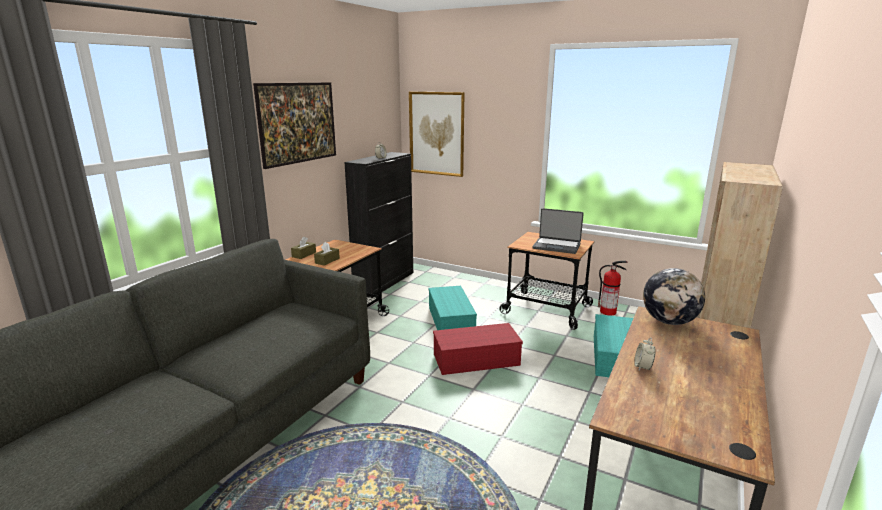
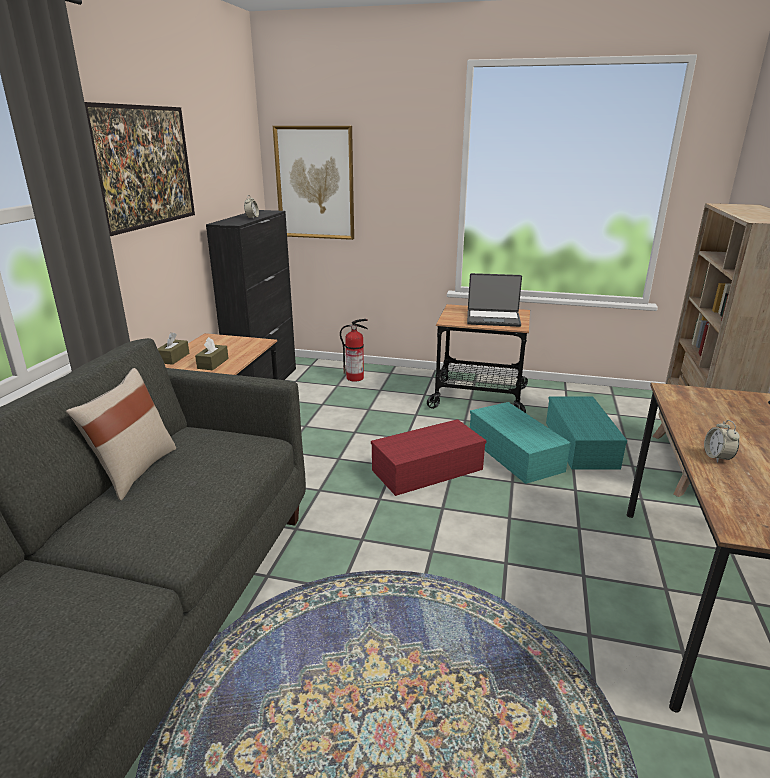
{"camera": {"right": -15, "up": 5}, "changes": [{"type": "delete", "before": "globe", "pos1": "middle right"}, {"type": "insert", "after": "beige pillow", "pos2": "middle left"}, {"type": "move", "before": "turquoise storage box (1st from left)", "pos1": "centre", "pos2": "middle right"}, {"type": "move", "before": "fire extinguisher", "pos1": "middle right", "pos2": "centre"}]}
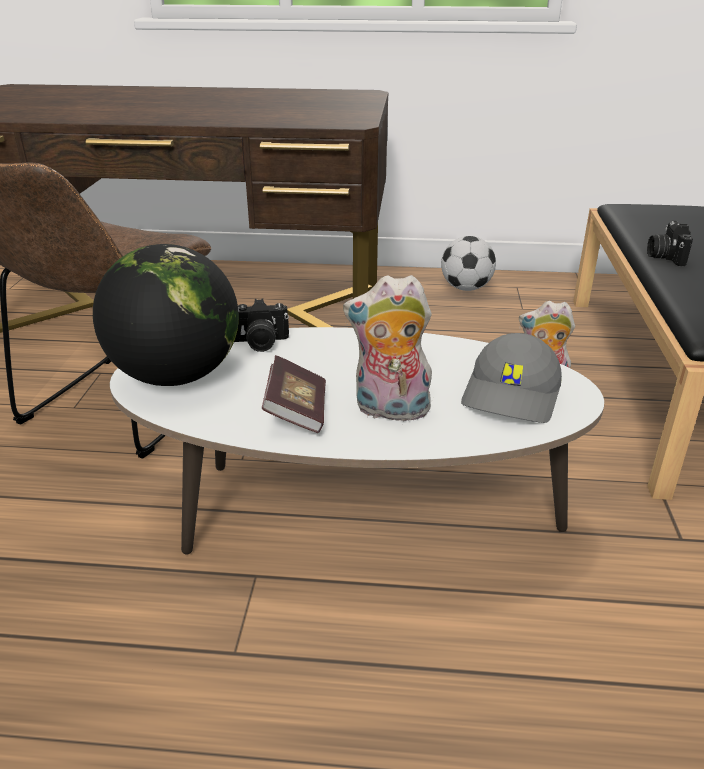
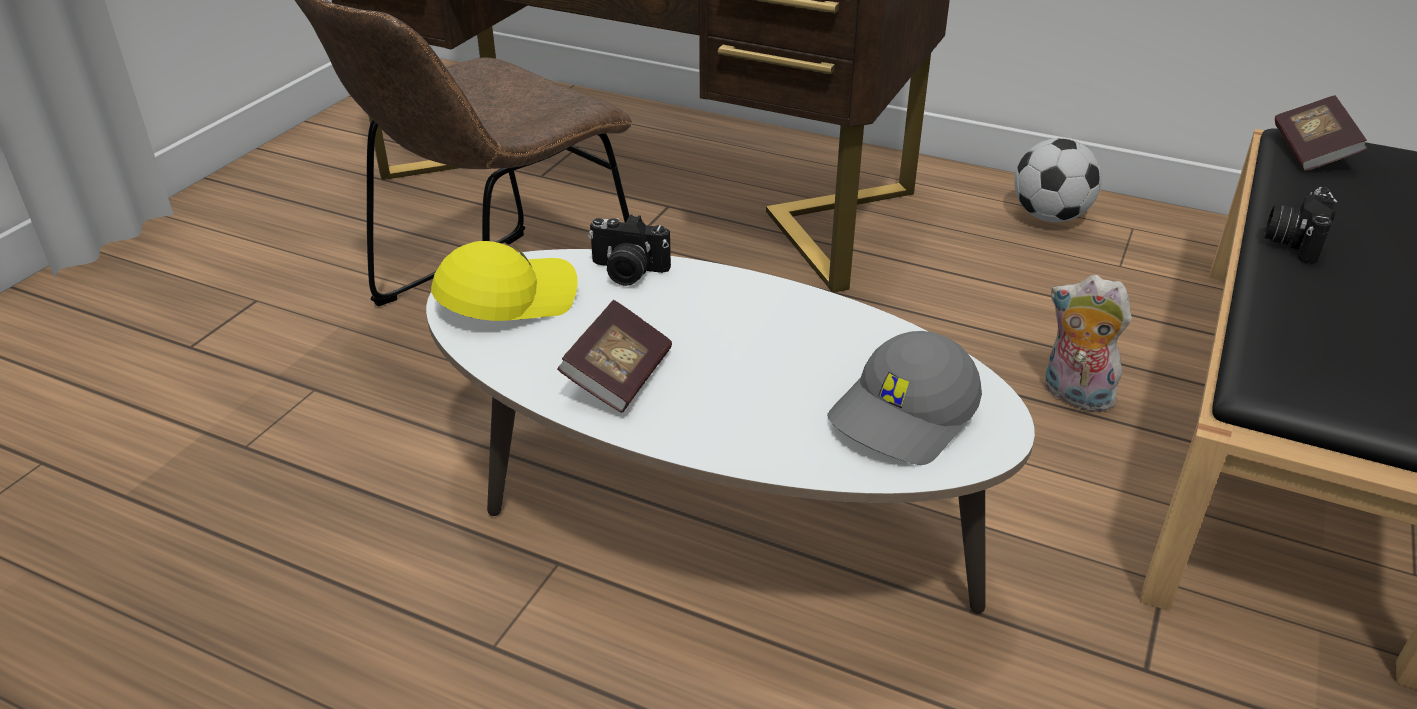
{"camera": {"right": 20, "up": 5}, "changes": [{"type": "delete", "before": "plush toy (1st from left)", "pos1": "centre"}, {"type": "insert", "after": "book (2nd from left)", "pos2": "top right"}, {"type": "replace", "before": "globe", "after": "yellow cap", "pos1": "middle left", "pos2": "centre"}]}
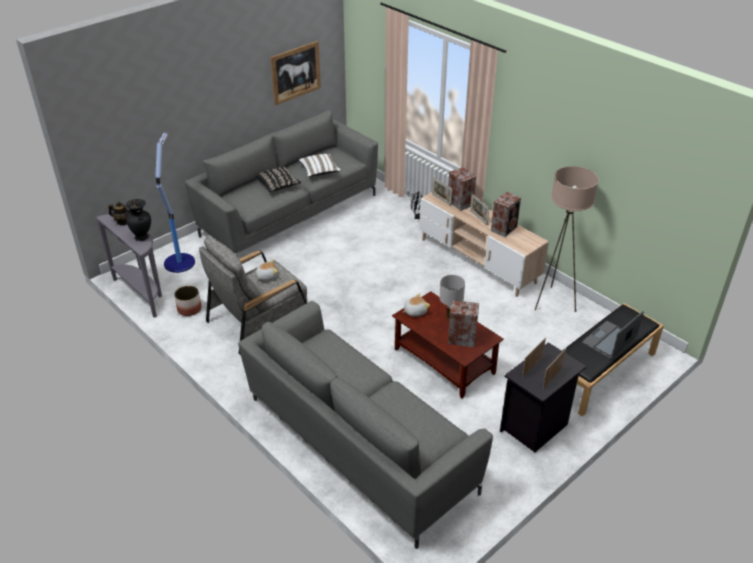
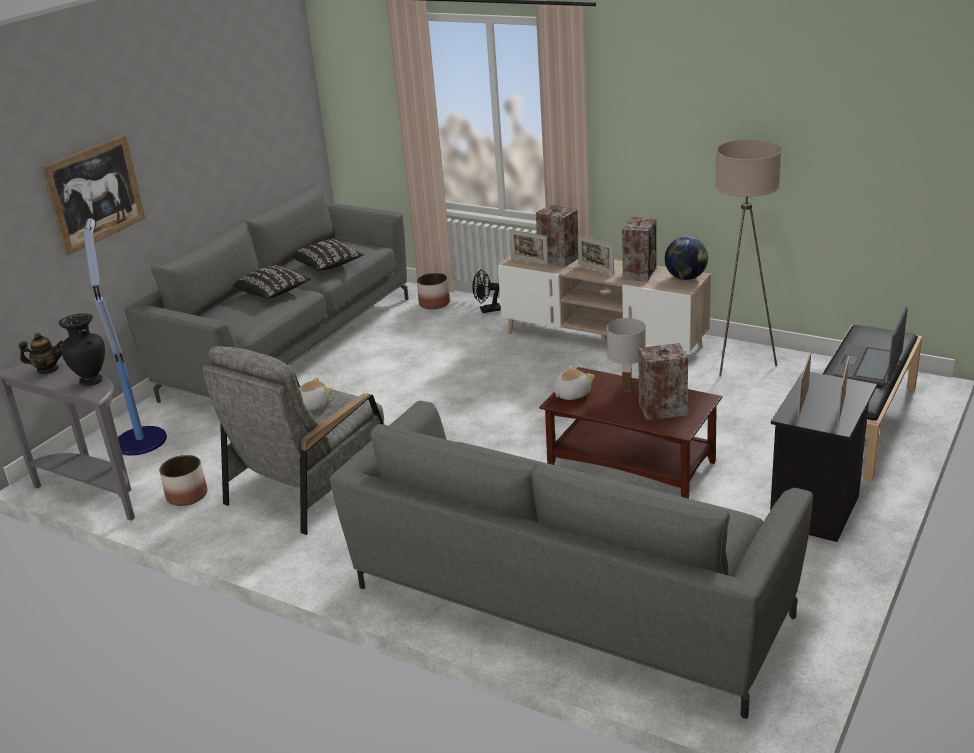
{"camera": {"right": -15, "up": -10}, "changes": [{"type": "insert", "after": "planter (2nd from left)", "pos2": "centre"}, {"type": "insert", "after": "globe", "pos2": "middle right"}, {"type": "move", "before": "picture", "pos1": "top centre", "pos2": "top left"}, {"type": "recolor", "before": "white pillow", "after": "black pillow (2nd from left)", "pos1": "top centre", "pos2": "centre"}]}
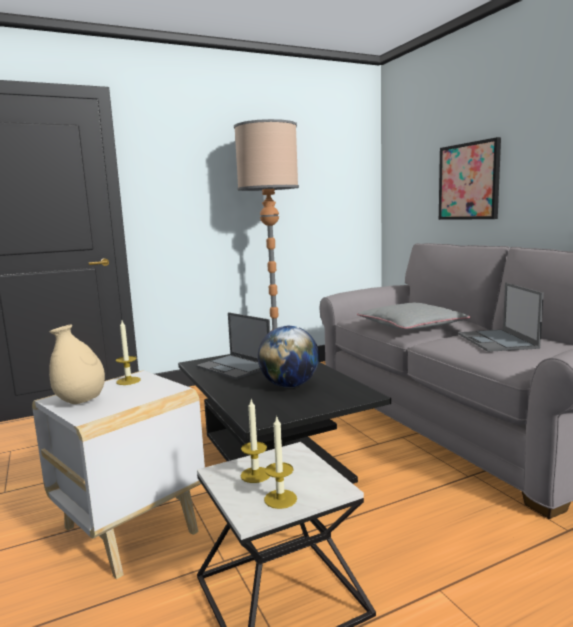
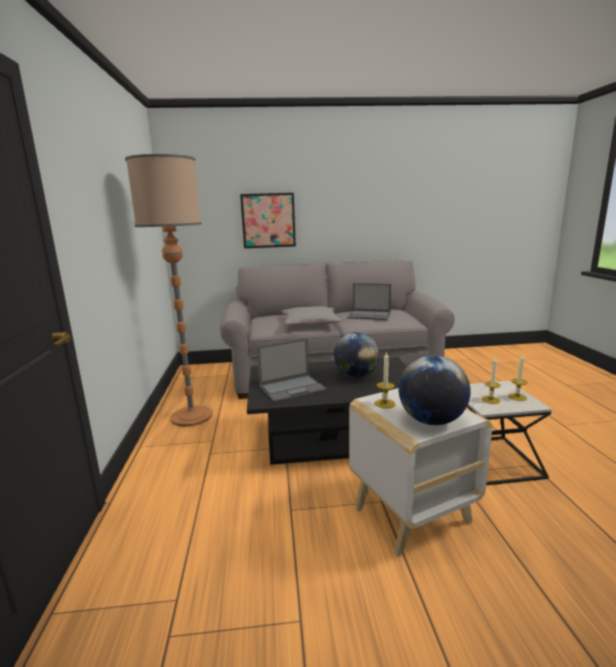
{"camera": {"right": -70, "up": 5}, "changes": [{"type": "replace", "before": "beige vase", "after": "globe (2nd from left)", "pos1": "middle left", "pos2": "middle right"}]}
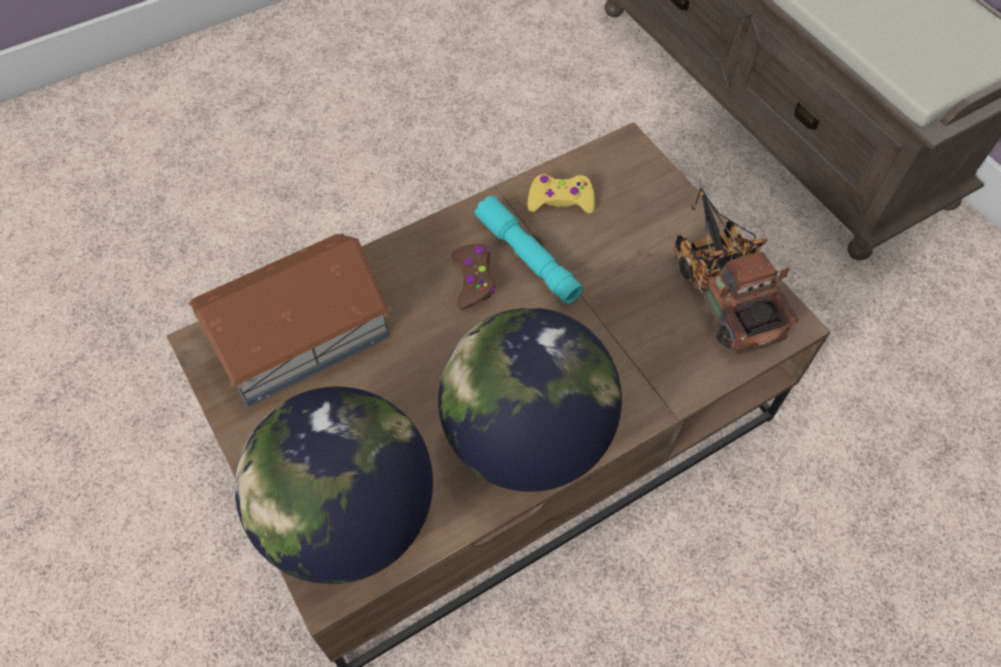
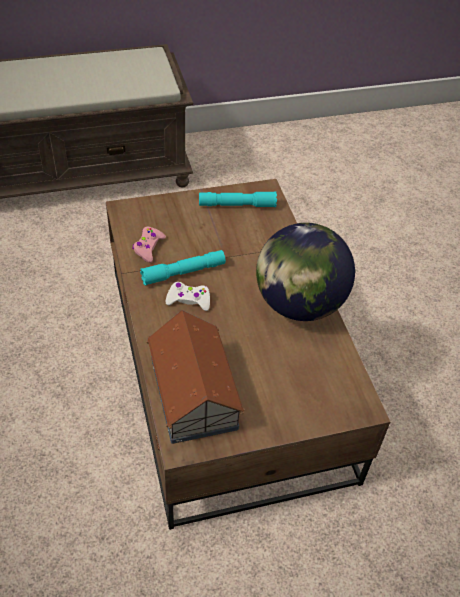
{"camera": {"right": -75, "up": -10}, "changes": [{"type": "delete", "before": "globe (1st from left)", "pos1": "bottom centre"}, {"type": "replace", "before": "toy truck", "after": "turquoise flashlight (2nd from left)", "pos1": "middle right", "pos2": "centre"}, {"type": "recolor", "before": "brown game controller", "after": "white game controller", "pos1": "centre", "pos2": "centre"}, {"type": "recolor", "before": "yellow game controller", "after": "pink game controller", "pos1": "top centre", "pos2": "middle left"}]}
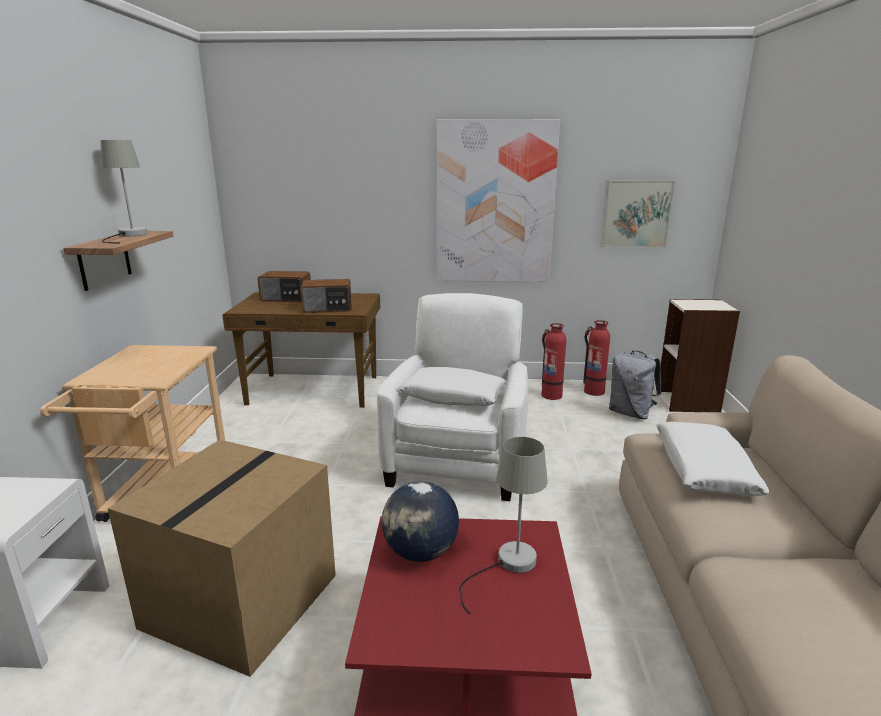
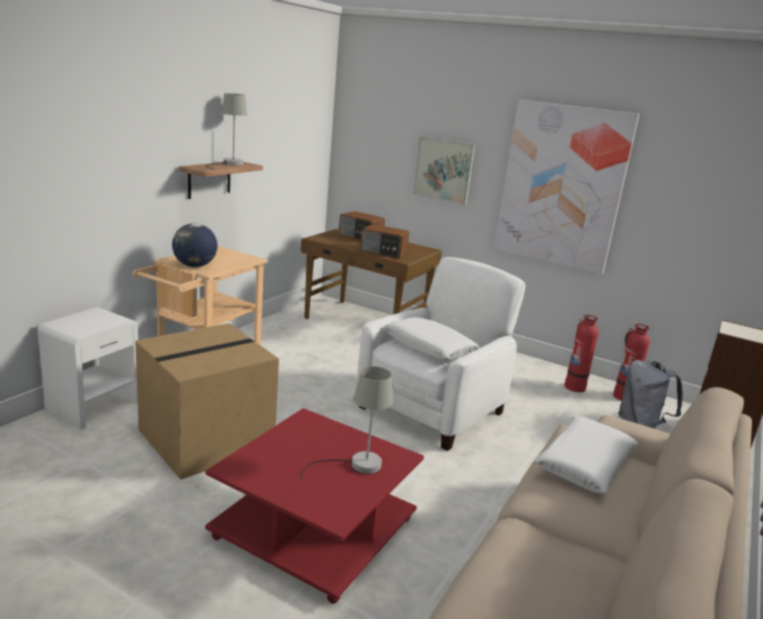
{"camera": {"right": 25, "up": 0}, "changes": [{"type": "move", "before": "globe", "pos1": "bottom centre", "pos2": "middle left"}, {"type": "move", "before": "picture (2nd from left in the first image)", "after": "picture (1st from left)", "pos1": "top right", "pos2": "top centre"}]}
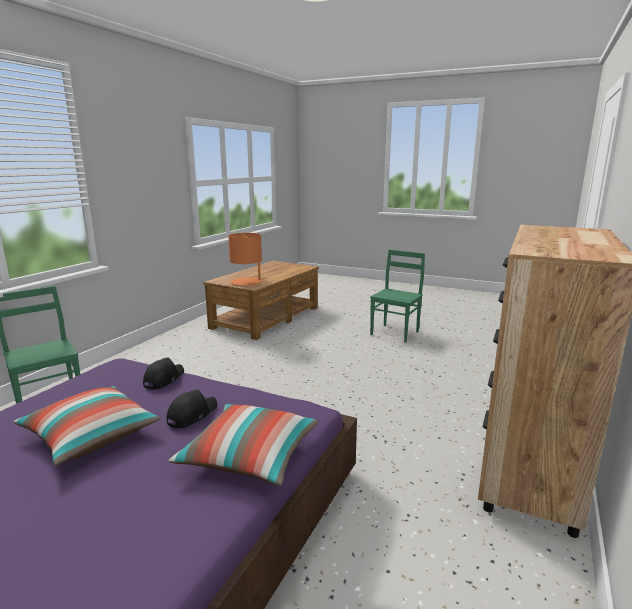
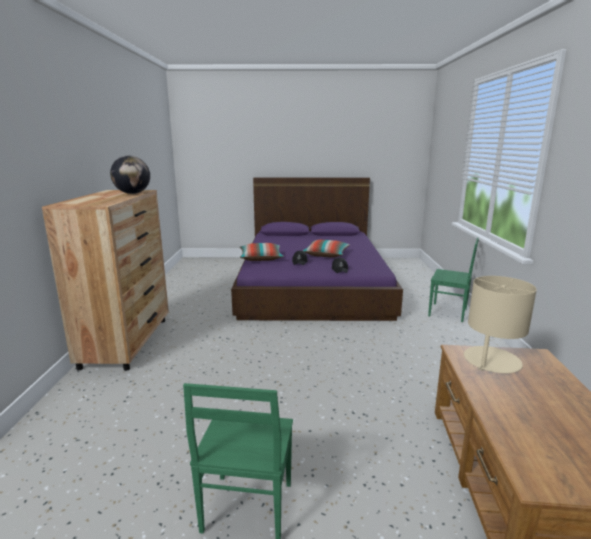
{"camera": {"right": 155, "up": 0}, "changes": [{"type": "insert", "after": "globe", "pos2": "top left"}, {"type": "recolor", "before": "orange table lamp", "after": "beige table lamp", "pos1": "centre", "pos2": "middle right"}]}
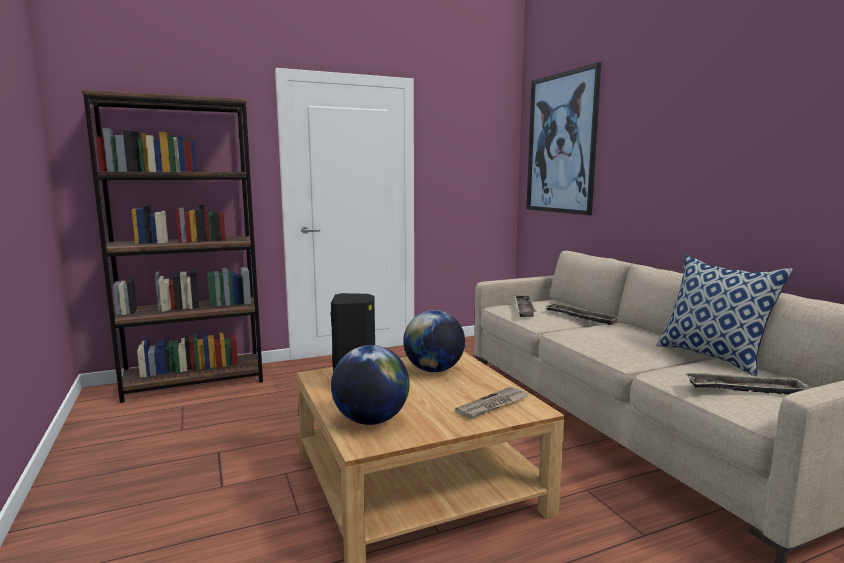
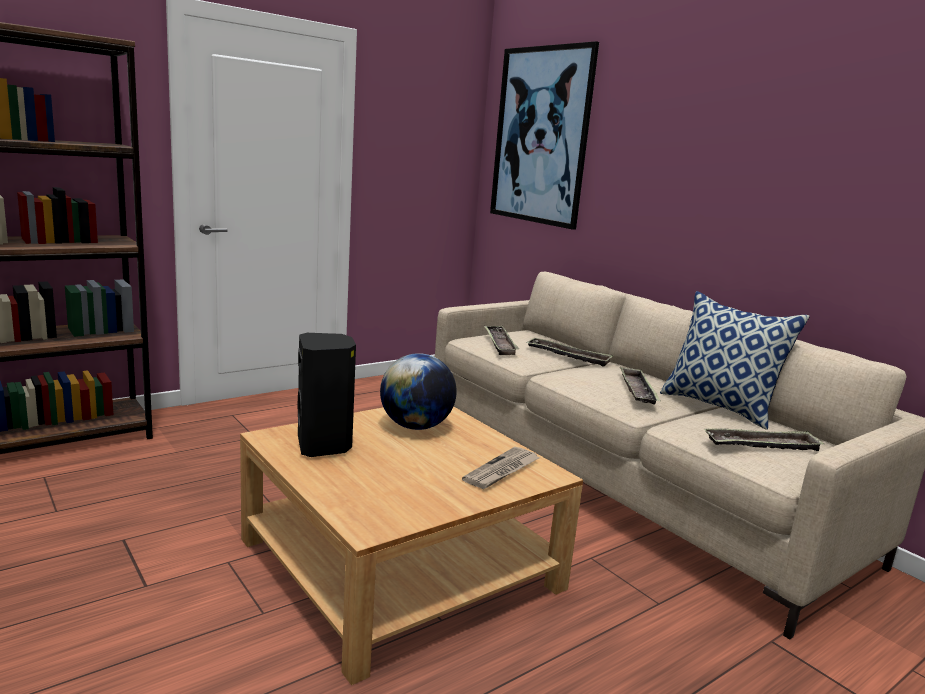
{"camera": {"right": -15, "up": 5}, "changes": [{"type": "delete", "before": "globe (1st from left)", "pos1": "bottom centre"}, {"type": "insert", "after": "tray (3rd from left)", "pos2": "middle right"}]}
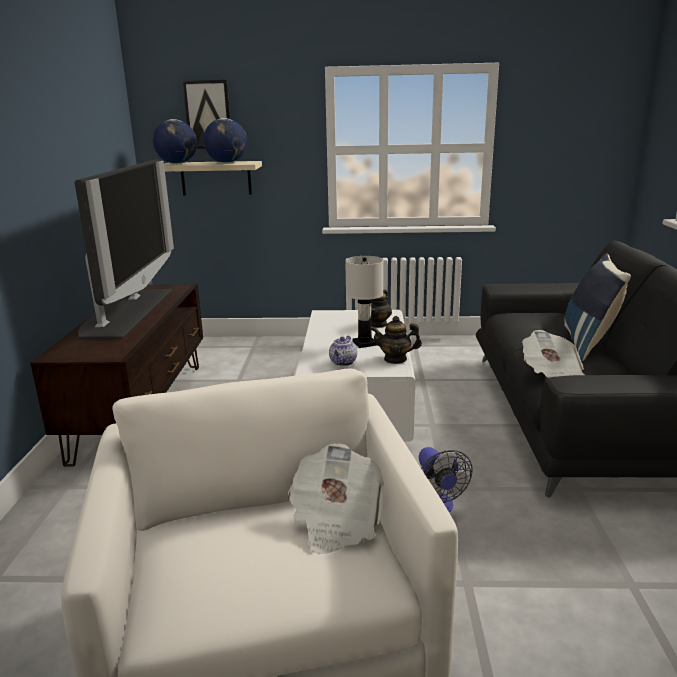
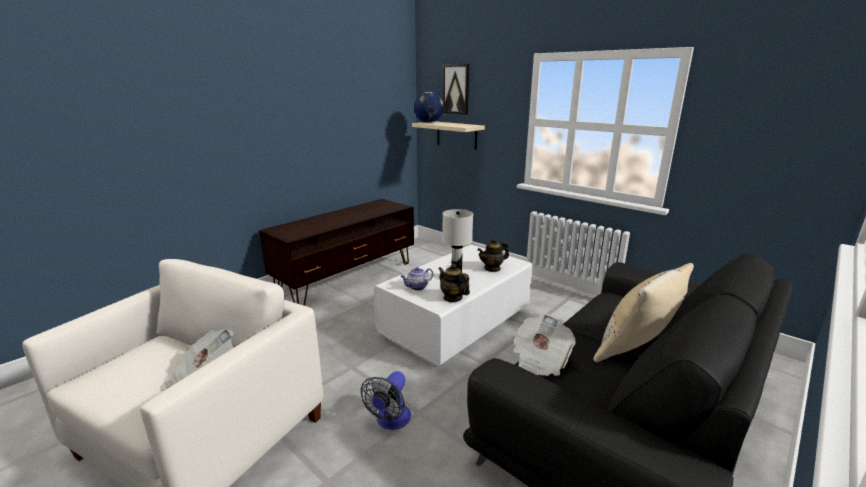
{"camera": {"right": 40, "up": 0}, "changes": [{"type": "delete", "before": "television", "pos1": "middle left"}, {"type": "delete", "before": "globe (2nd from left)", "pos1": "top left"}, {"type": "recolor", "before": "blue pillow", "after": "beige pillow", "pos1": "middle right", "pos2": "middle right"}]}
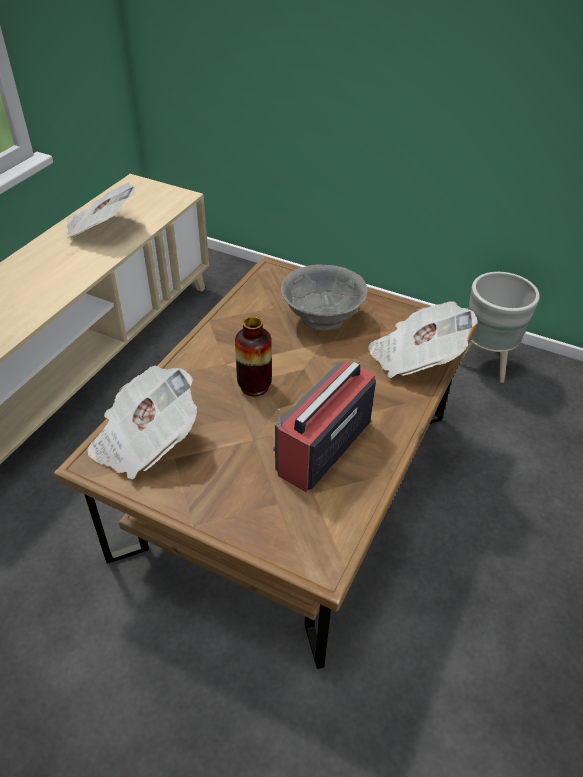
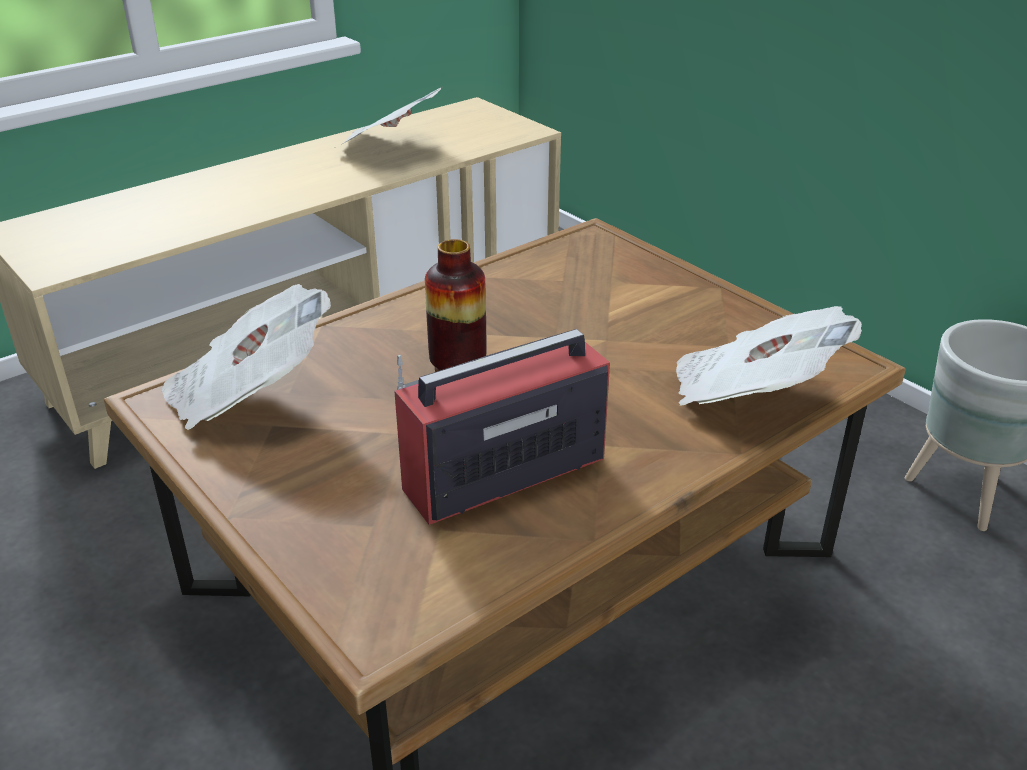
{"camera": {"right": 25, "up": -10}, "changes": [{"type": "delete", "before": "grey bowl", "pos1": "centre"}]}
